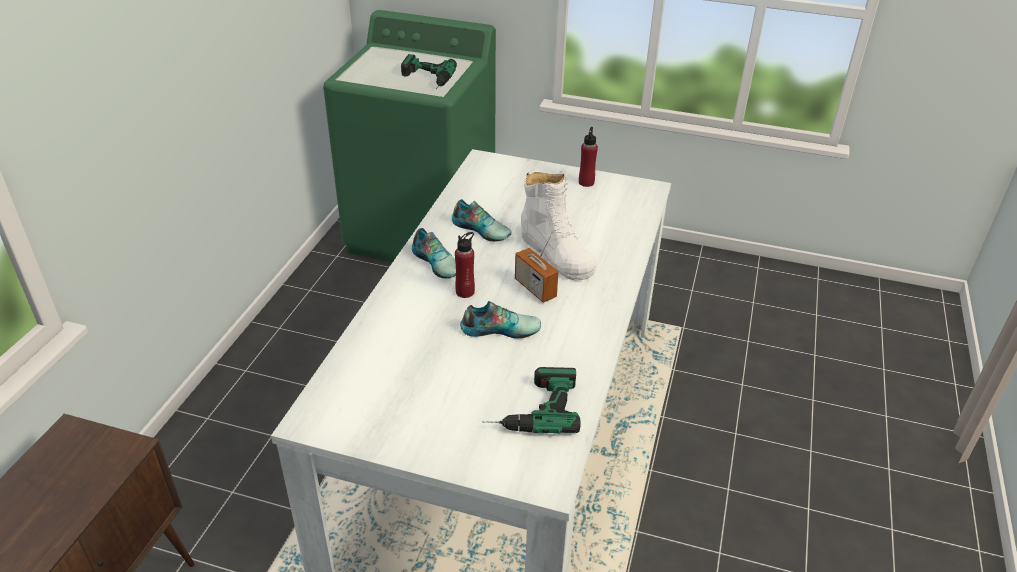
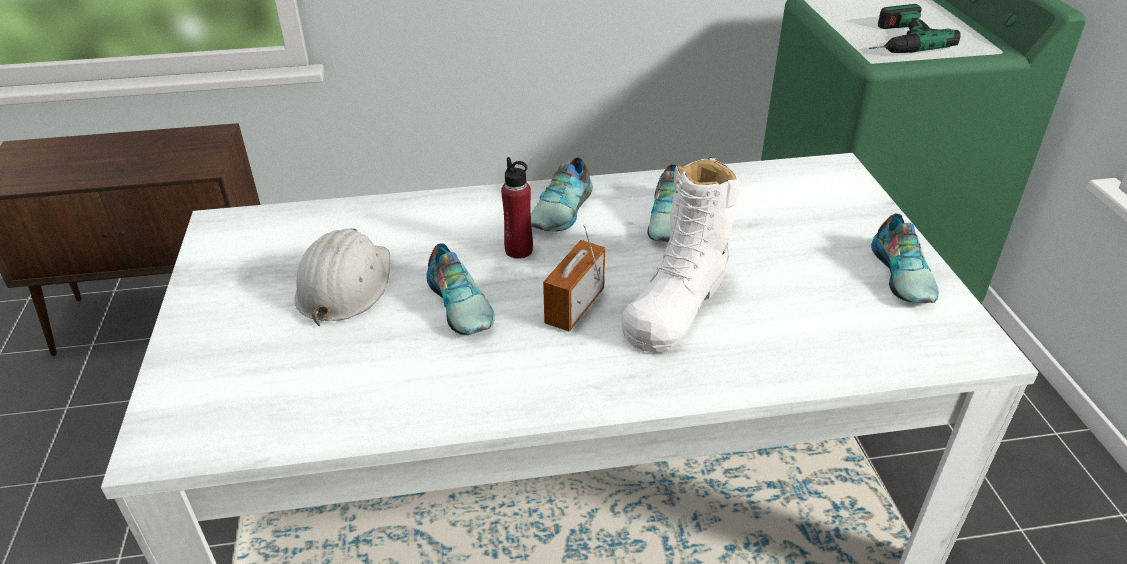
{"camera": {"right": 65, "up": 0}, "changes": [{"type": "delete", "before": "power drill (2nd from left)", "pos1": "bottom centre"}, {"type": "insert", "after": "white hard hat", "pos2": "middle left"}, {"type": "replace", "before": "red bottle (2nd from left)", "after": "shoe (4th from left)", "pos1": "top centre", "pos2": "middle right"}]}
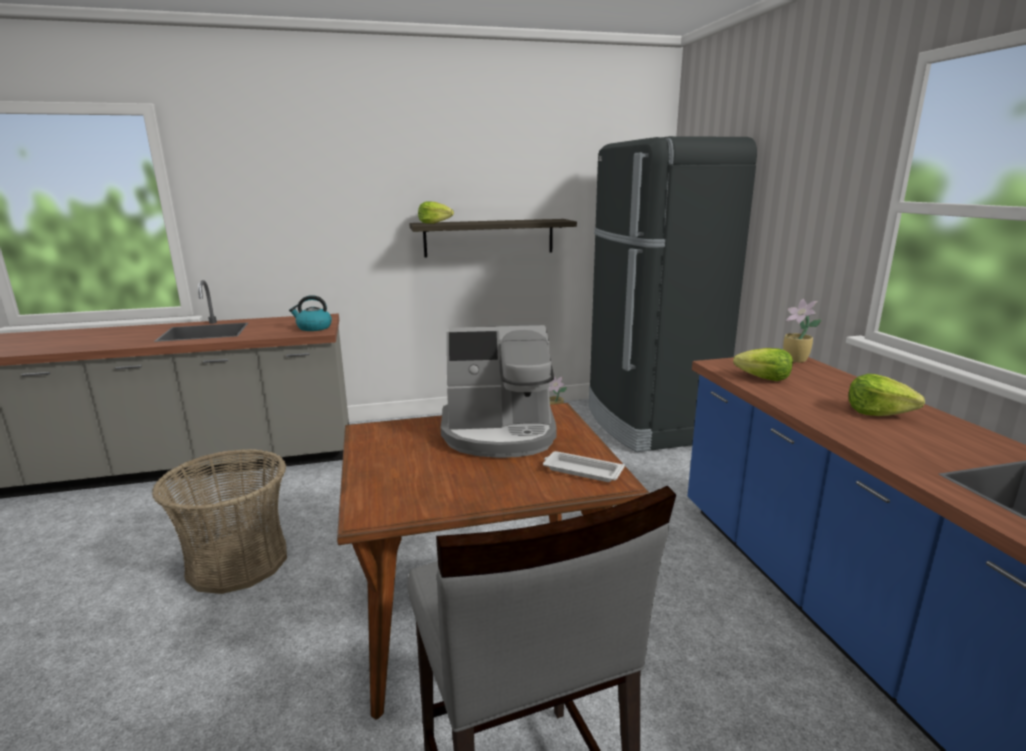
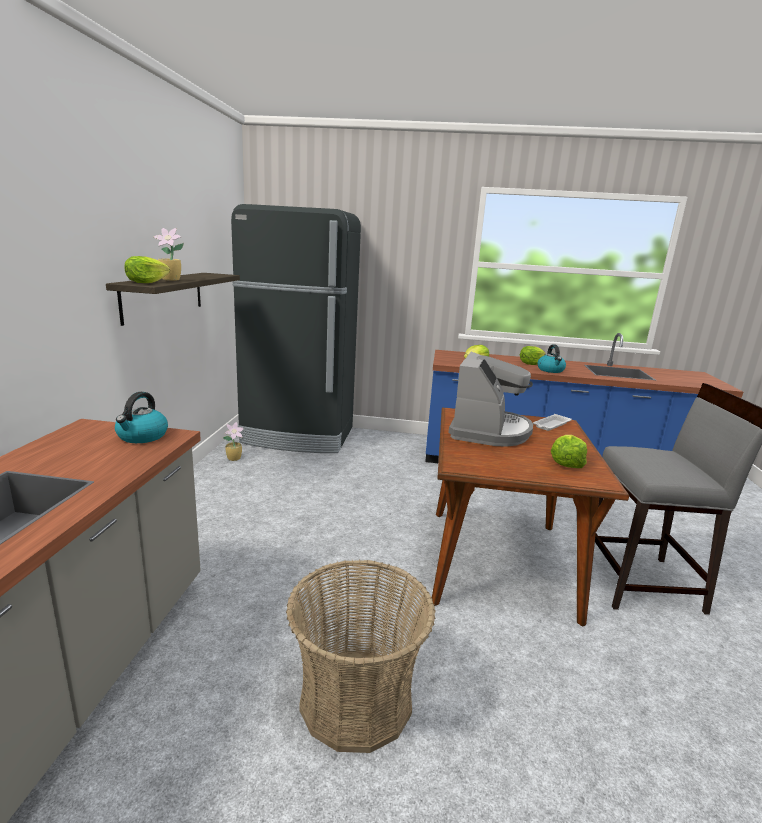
{"camera": {"right": -70, "up": 0}, "changes": [{"type": "insert", "after": "kettle (2nd from left)", "pos2": "middle right"}, {"type": "insert", "after": "lettuce (4th from left)", "pos2": "middle right"}, {"type": "move", "before": "potted plant (2nd from left in the first image)", "after": "potted plant (1st from left)", "pos1": "middle right", "pos2": "top left"}]}
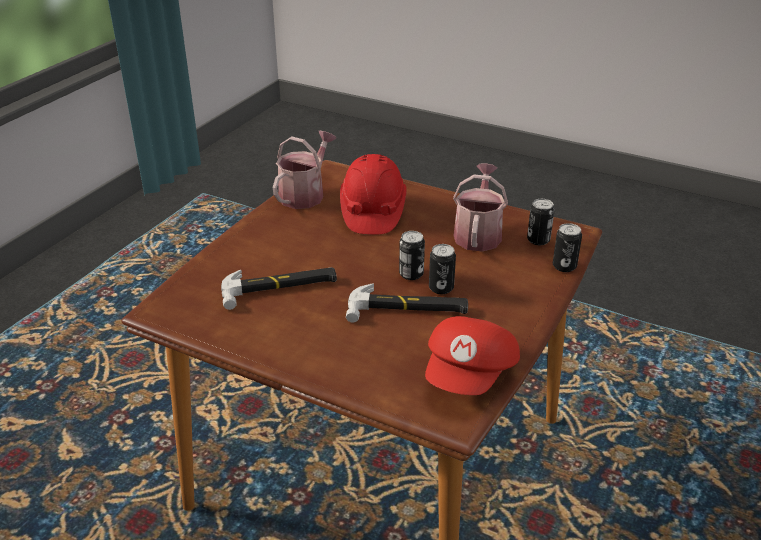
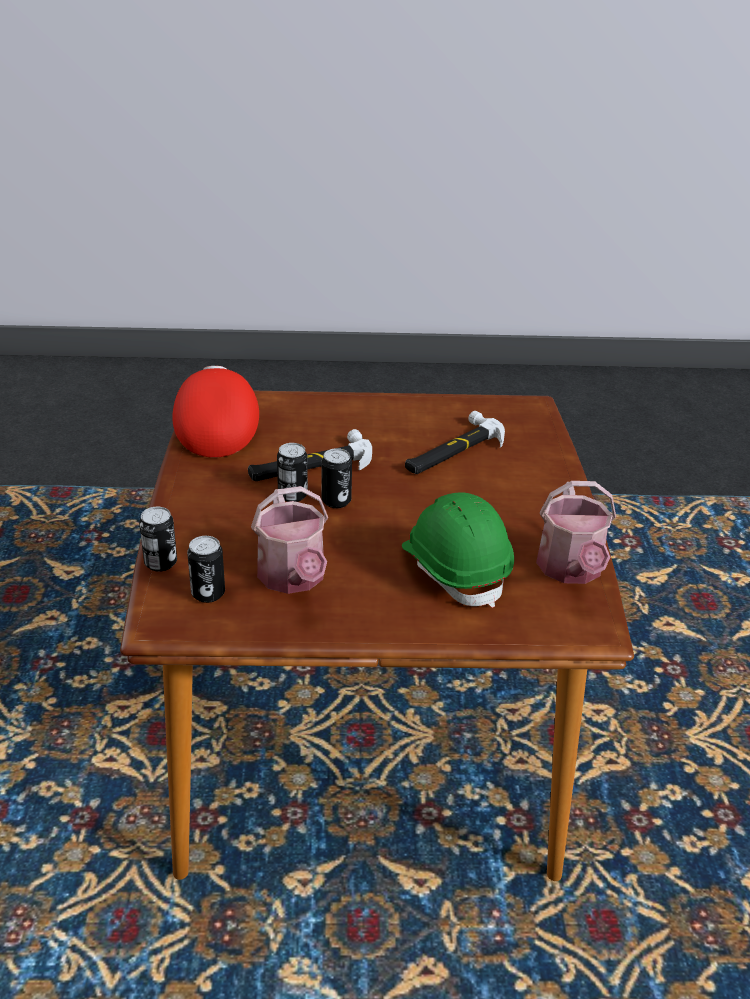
{"camera": {"right": 150, "up": 0}, "changes": [{"type": "recolor", "before": "red hard hat", "after": "green hard hat", "pos1": "centre", "pos2": "centre"}]}
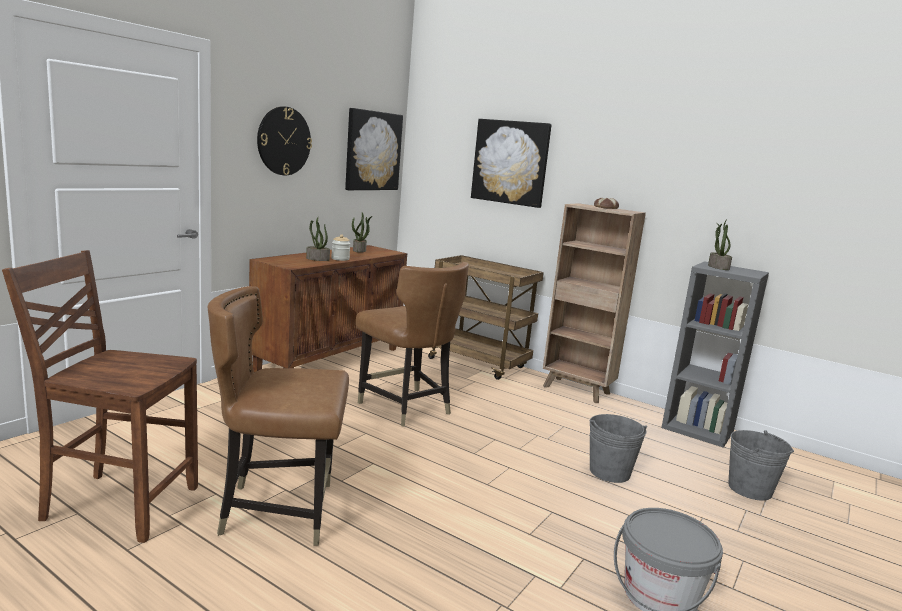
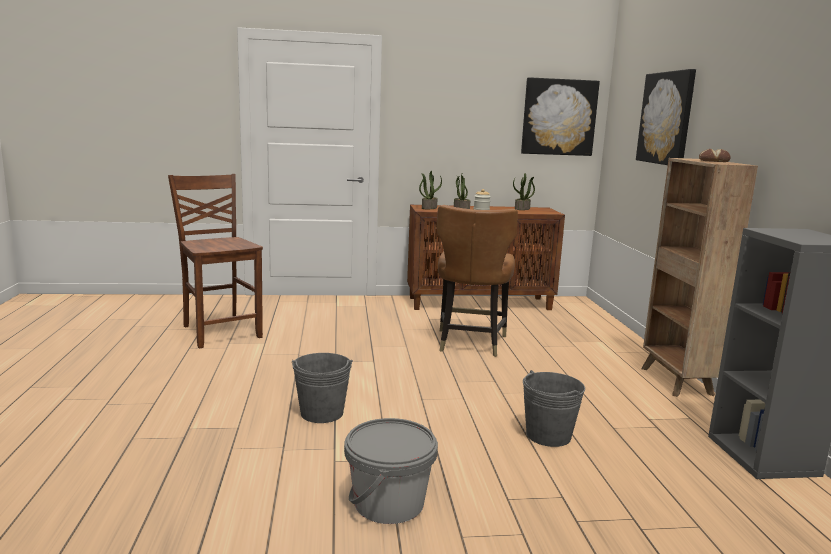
{"camera": {"right": 50, "up": 0}, "changes": [{"type": "delete", "before": "brown chair (2nd from left)", "pos1": "bottom left"}, {"type": "delete", "before": "wall clock", "pos1": "top left"}, {"type": "delete", "before": "brown cart", "pos1": "centre"}, {"type": "move", "before": "potted plant (3rd from left in the first image)", "after": "potted plant (1st from left)", "pos1": "middle right", "pos2": "centre"}, {"type": "move", "before": "grey bucket (3rd from left in the first image)", "after": "grey bucket (1st from left)", "pos1": "bottom right", "pos2": "bottom centre"}]}
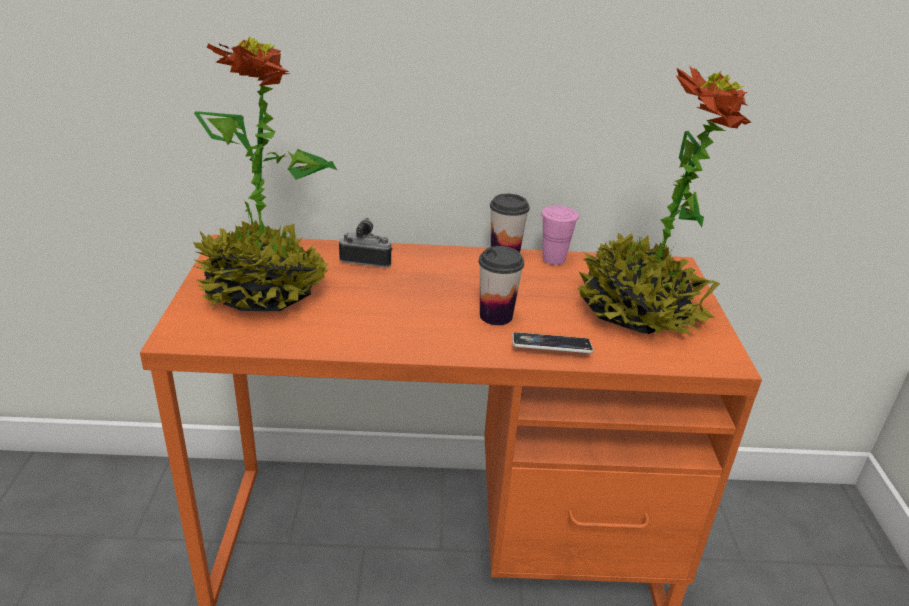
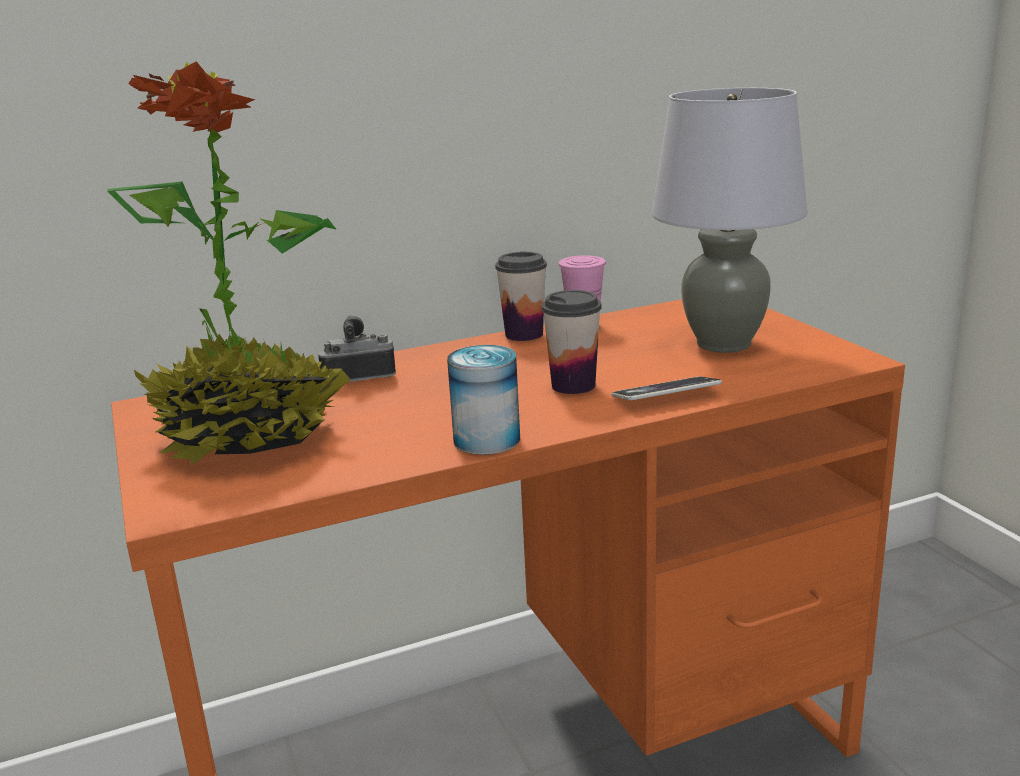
{"camera": {"right": -20, "up": -10}, "changes": [{"type": "insert", "after": "can", "pos2": "centre"}, {"type": "replace", "before": "potted plant (2nd from left)", "after": "grey table lamp", "pos1": "top right", "pos2": "top right"}]}
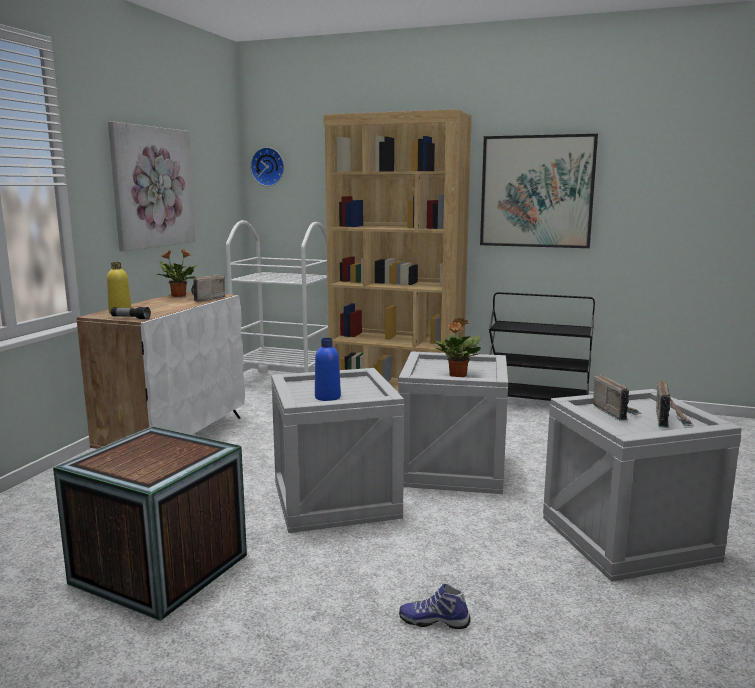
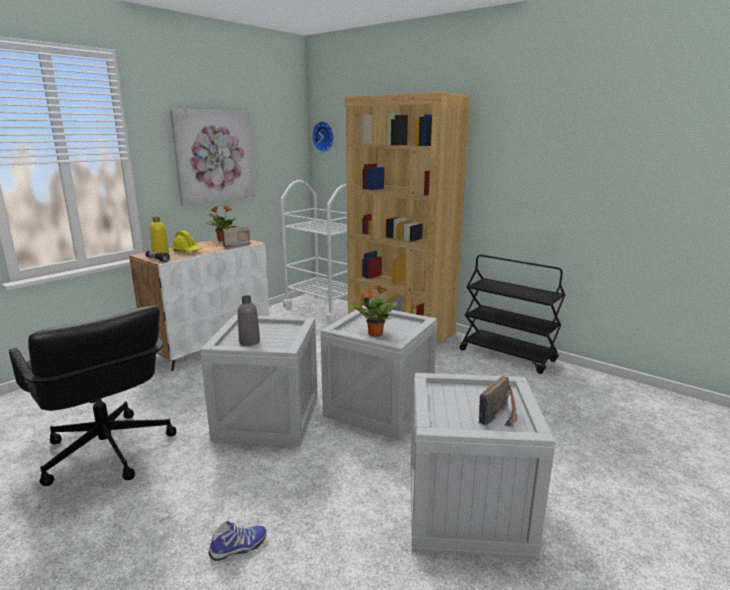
{"camera": {"right": 20, "up": 5}, "changes": [{"type": "delete", "before": "picture (2nd from left)", "pos1": "top right"}, {"type": "delete", "before": "radio (2nd from left)", "pos1": "middle right"}, {"type": "insert", "after": "yellow hard hat", "pos2": "middle left"}, {"type": "replace", "before": "crate (1st from left)", "after": "black office chair", "pos1": "bottom left", "pos2": "bottom left"}, {"type": "recolor", "before": "blue bottle", "after": "grey bottle", "pos1": "centre", "pos2": "centre"}, {"type": "rotate", "before": "shoe", "pos1": "bottom centre", "pos2": "bottom left", "turn": 120}]}
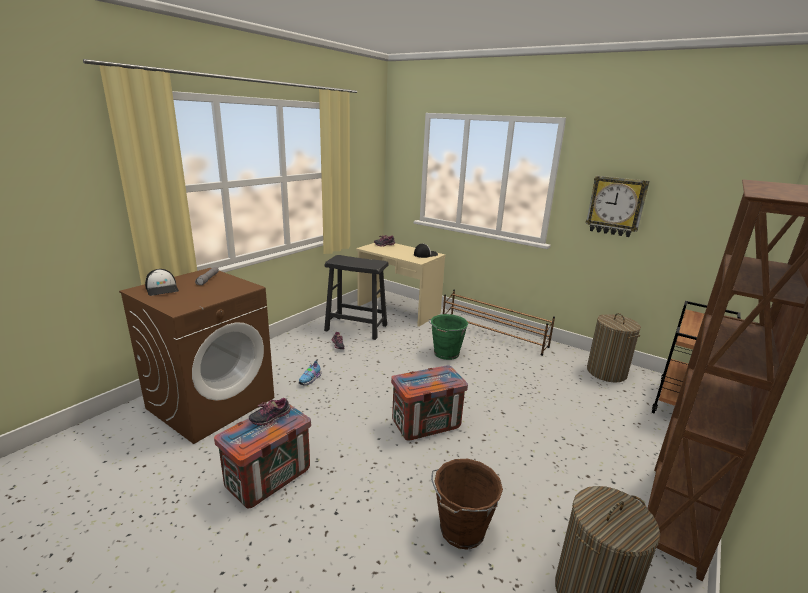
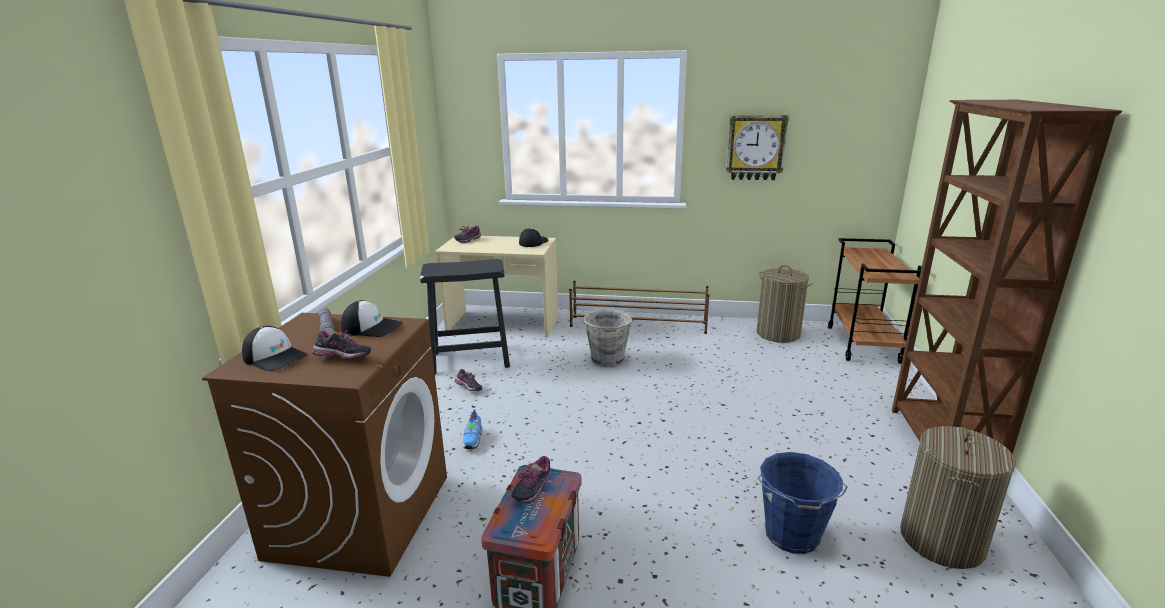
{"camera": {"right": -25, "up": 0}, "changes": [{"type": "delete", "before": "crate (2nd from left)", "pos1": "bottom centre"}, {"type": "insert", "after": "shoe (1st from left)", "pos2": "middle left"}, {"type": "insert", "after": "cap (2nd from left)", "pos2": "middle left"}, {"type": "recolor", "before": "green bucket", "after": "grey bucket", "pos1": "centre", "pos2": "centre"}, {"type": "recolor", "before": "brown bucket", "after": "blue bucket", "pos1": "bottom centre", "pos2": "bottom right"}]}
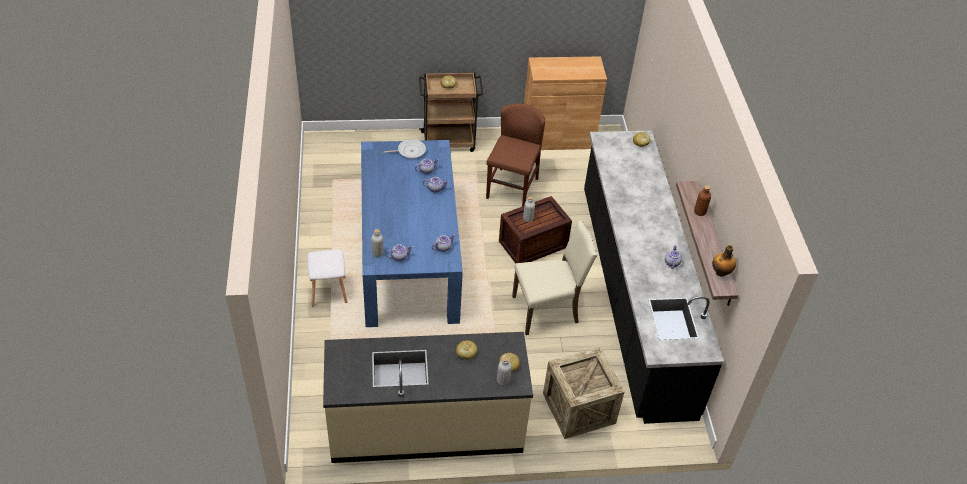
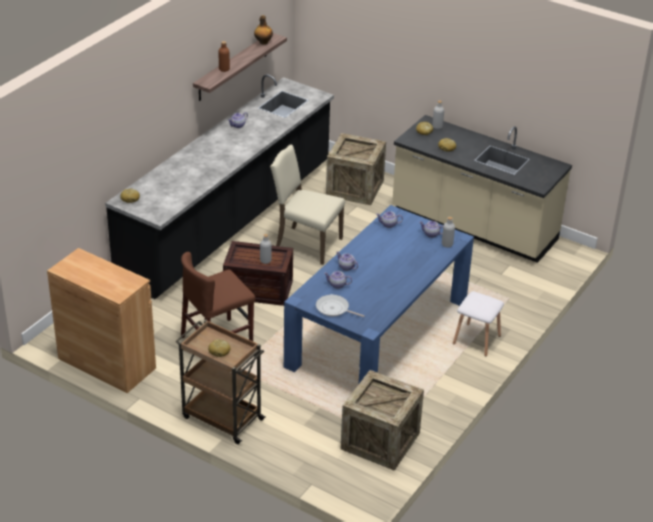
{"camera": {"right": -140, "up": -10}, "changes": [{"type": "insert", "after": "crate (3rd from left)", "pos2": "bottom centre"}]}
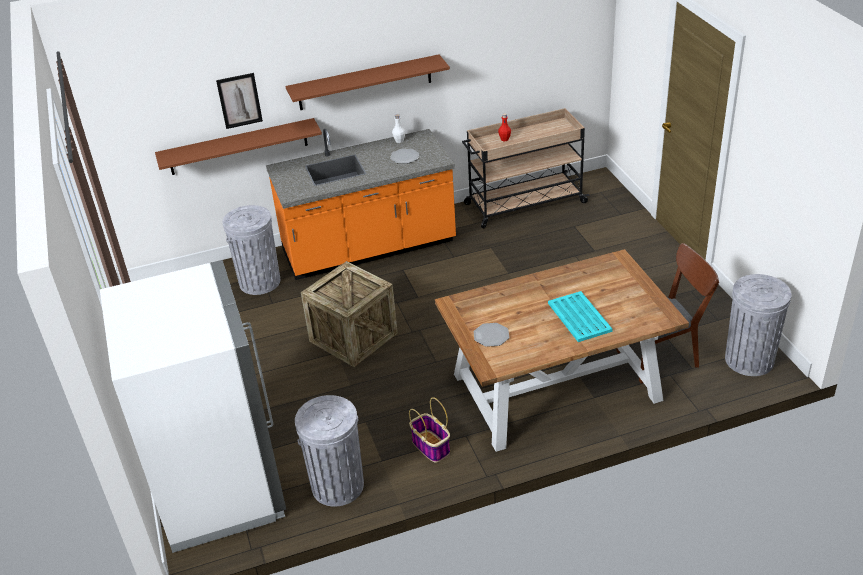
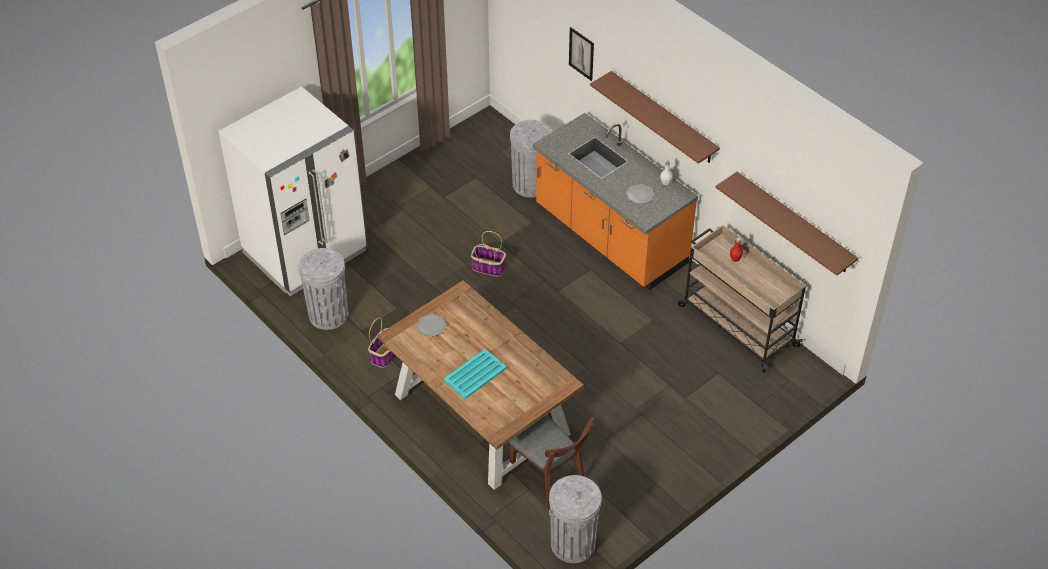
{"camera": {"right": 65, "up": 10}, "changes": [{"type": "move", "before": "brown shelf (1st from left in the first image)", "after": "brown shelf (2nd from left)", "pos1": "top left", "pos2": "middle right"}, {"type": "replace", "before": "crate", "after": "basket (2nd from left)", "pos1": "centre", "pos2": "centre"}]}
